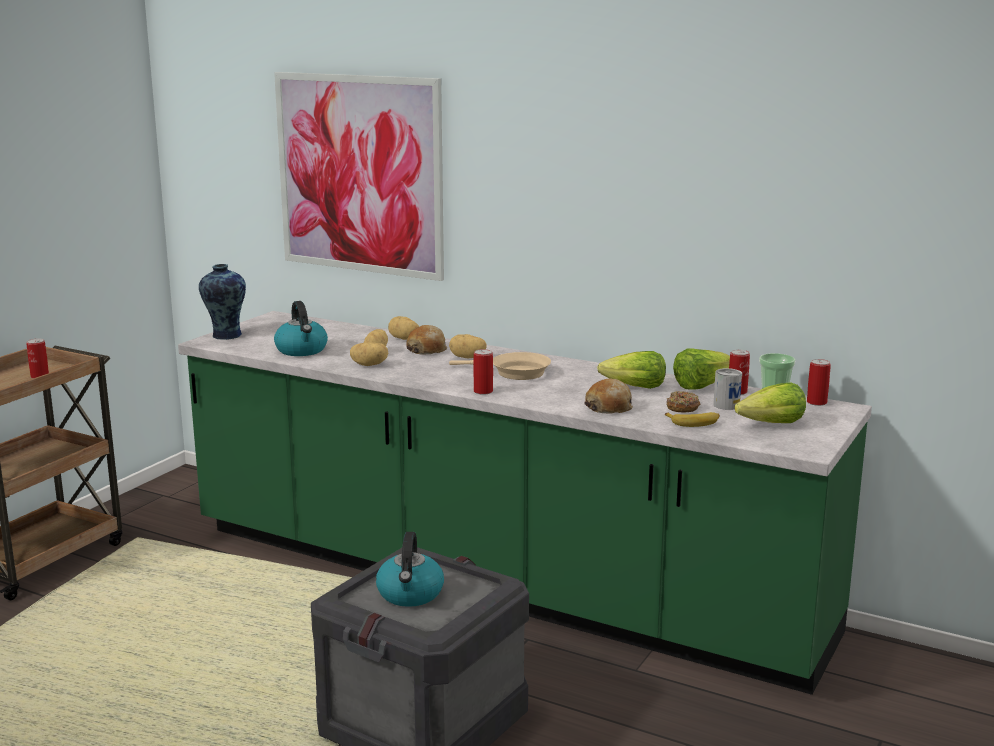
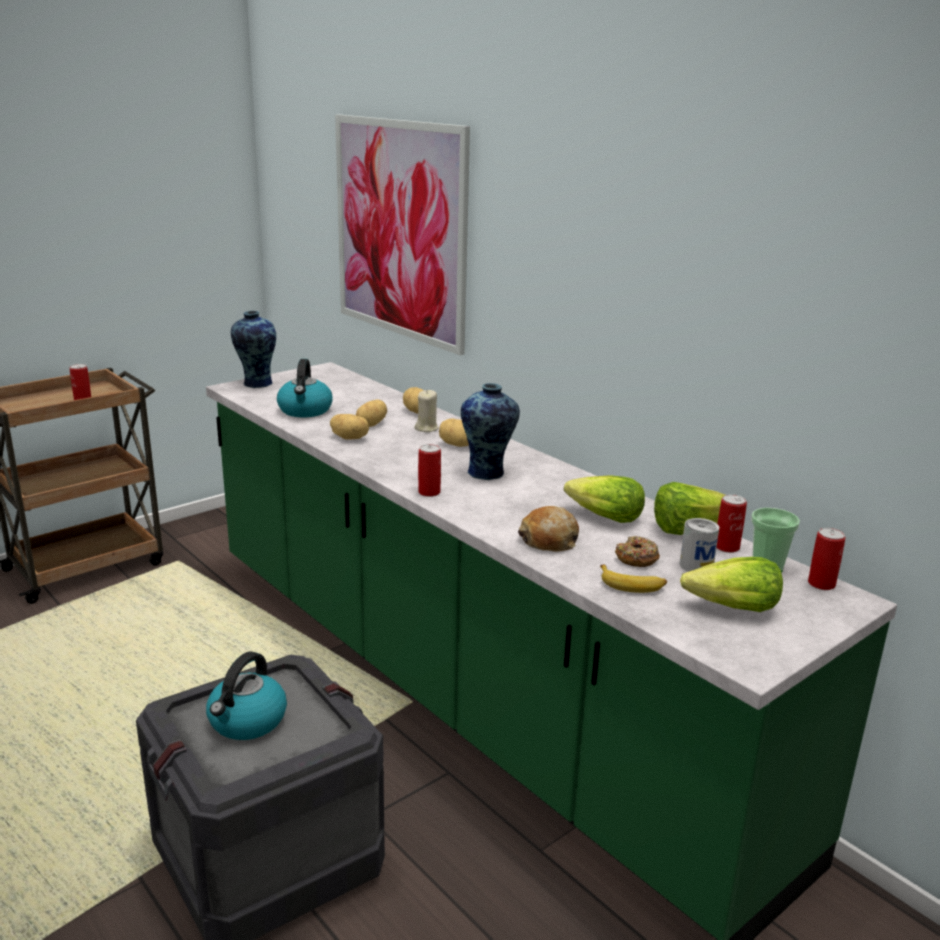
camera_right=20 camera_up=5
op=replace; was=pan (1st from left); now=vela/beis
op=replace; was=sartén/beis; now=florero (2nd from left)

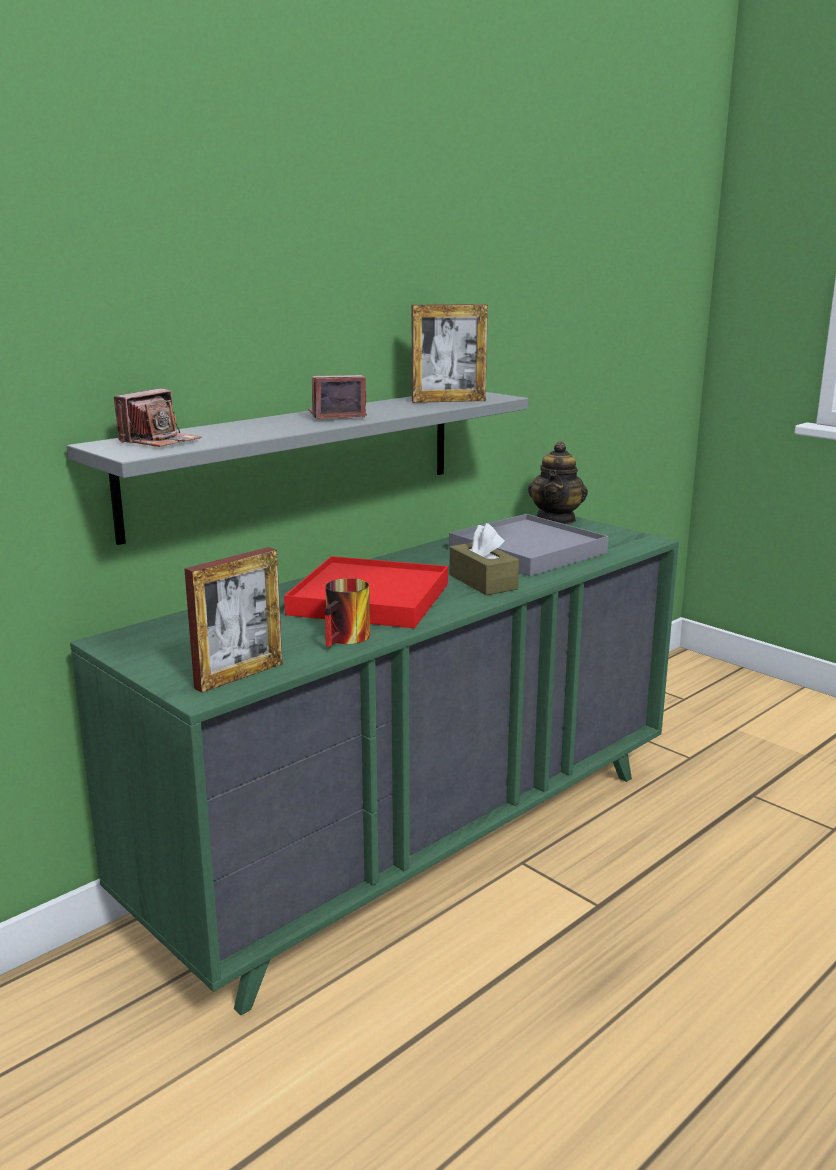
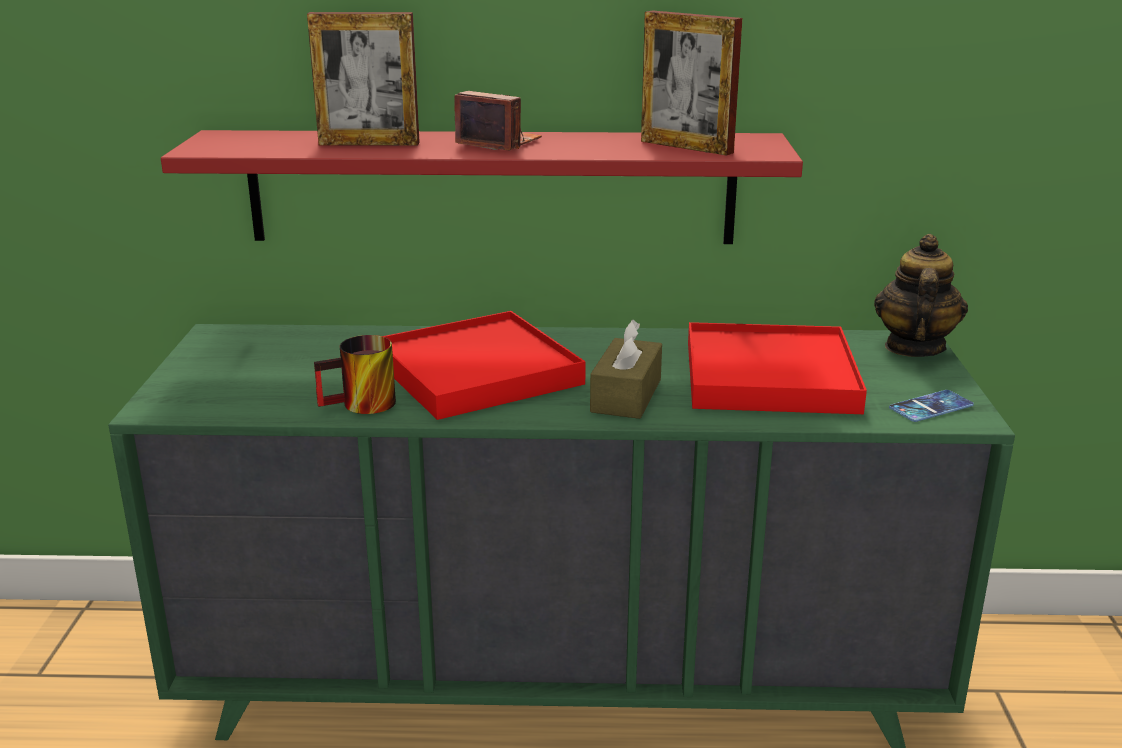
camera_right=45 camera_up=5
op=recolor; was=estante/gris; now=estante/rojo
op=delete; was=cámara (1st from left)
op=move; was=portarretratos (1st from left)
op=recolor; was=bandeja/gris; now=bandeja/rojo (2nd from left)
op=rotate; was=tetera; clockwise=135
op=insert; now=móvil

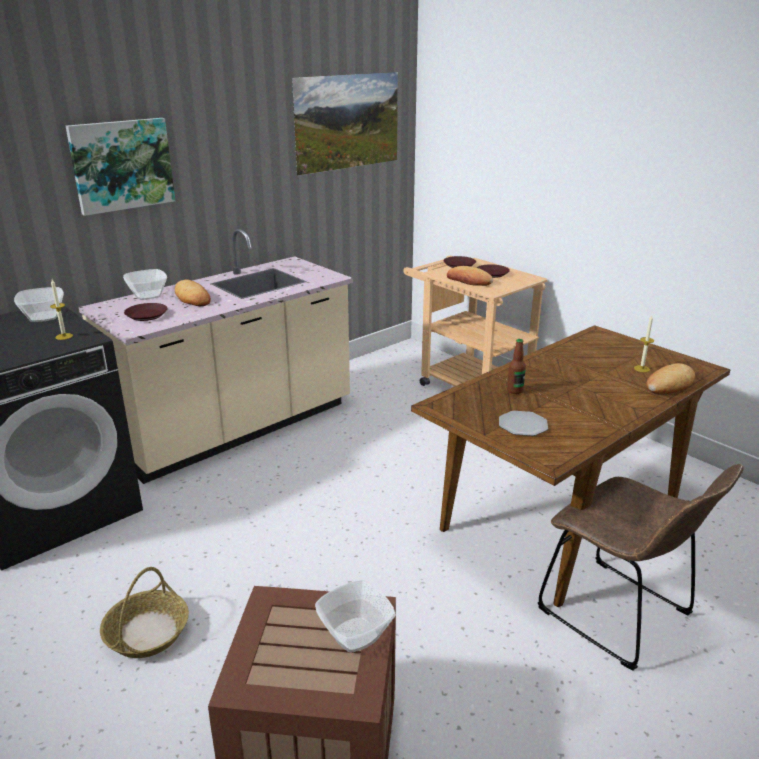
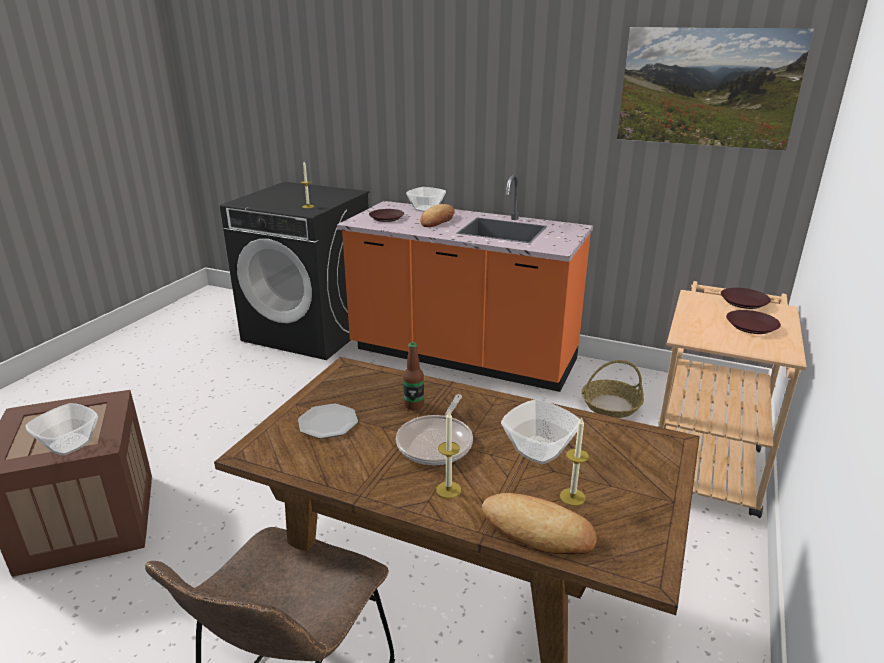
camera_right=65 camera_up=0
op=move; was=cuenco (1st from left in the first image); now=cuenco (3rd from left)
op=delete; was=cuadro (1st from left)
op=recolor; was=mueble bajo de cocina/beis; now=mueble bajo de cocina/naranja
op=move; was=cesta
op=delete; was=pan (2nd from left)
op=insert; now=sartén
op=insert; now=vela (2nd from left)

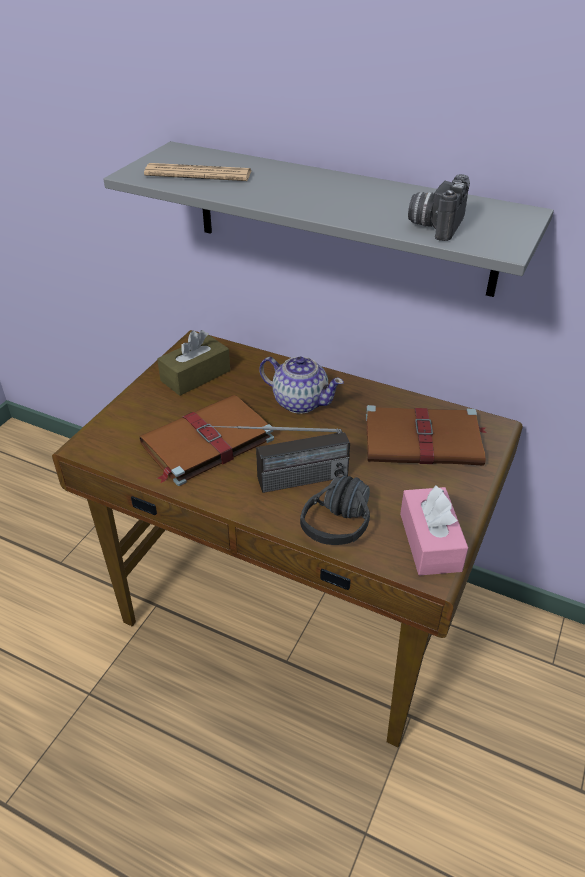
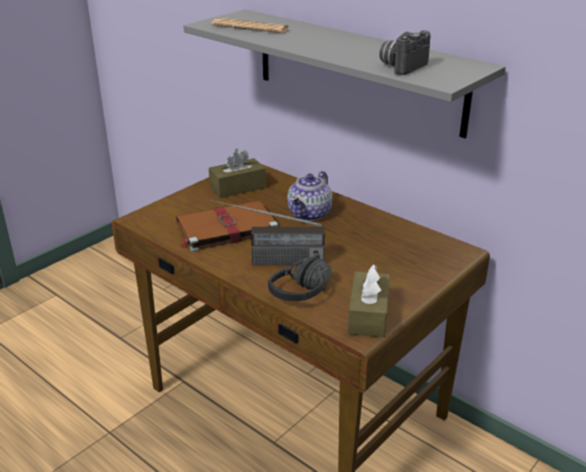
camera_right=15 camera_up=-10
op=rotate; was=tetera; clockwise=75
op=delete; was=libro/marrón (2nd from left)
op=recolor; was=caja de pañuelos/rosa; now=caja de pañuelos/marrón (2nd from left)

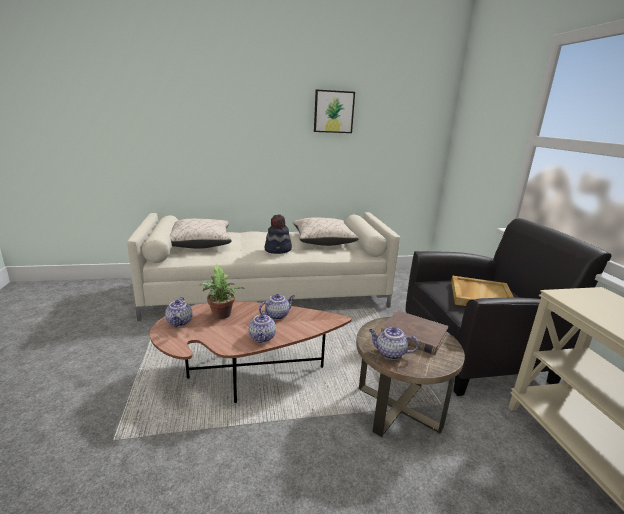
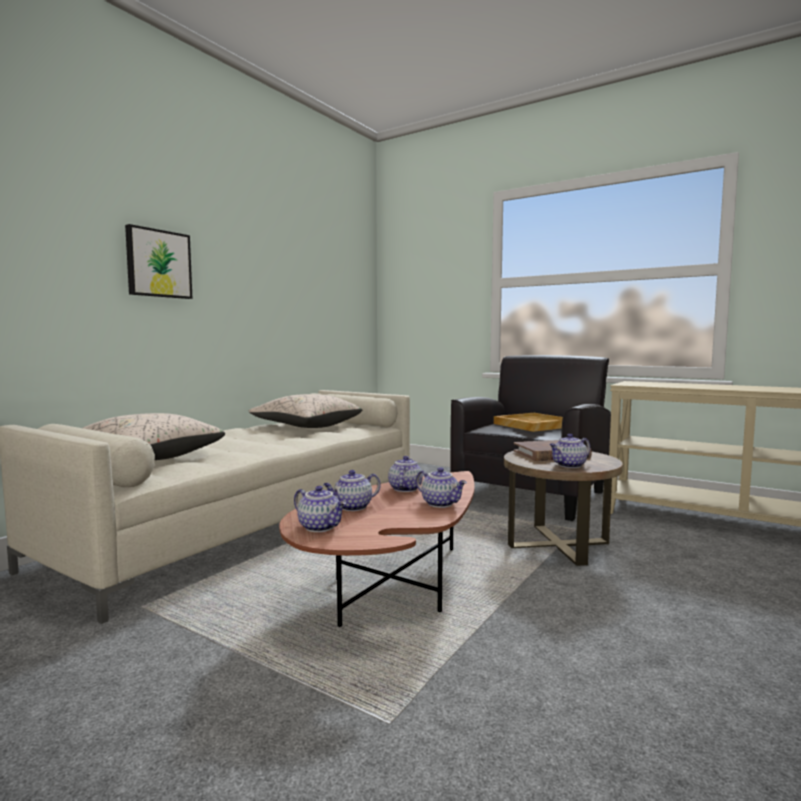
camera_right=-45 camera_up=-15
op=replace; was=planta en maceta; now=tetera (2nd from left)
op=delete; was=sombrero
op=move; was=cuadro

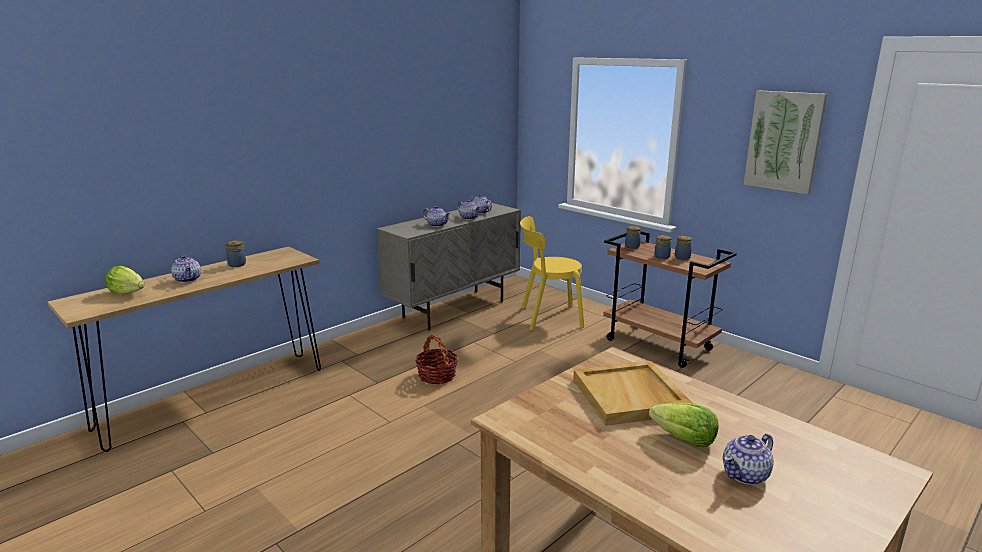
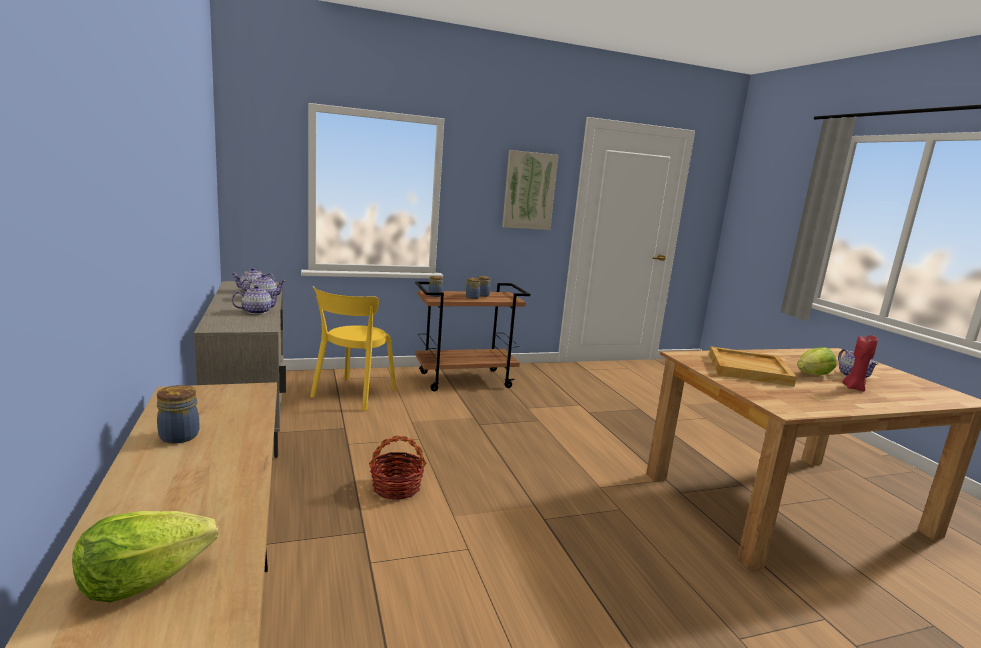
camera_right=-65 camera_up=-5
op=delete; was=tetera (1st from left)
op=insert; now=vela/rojo

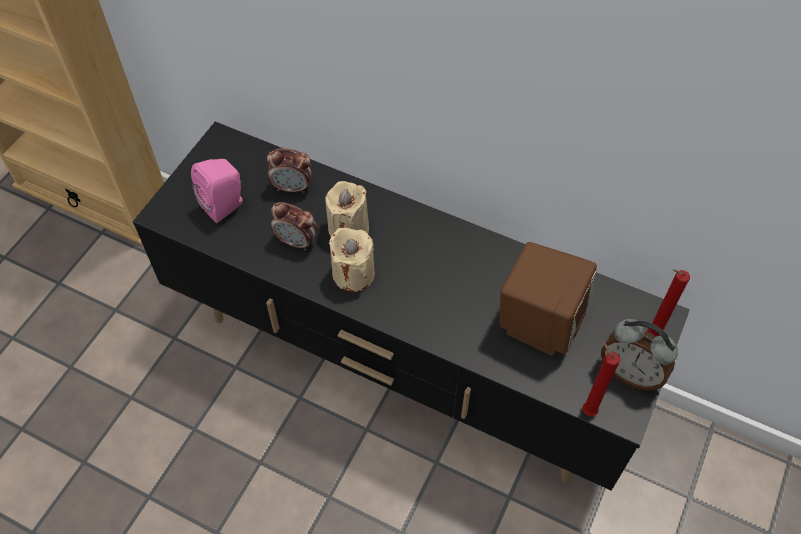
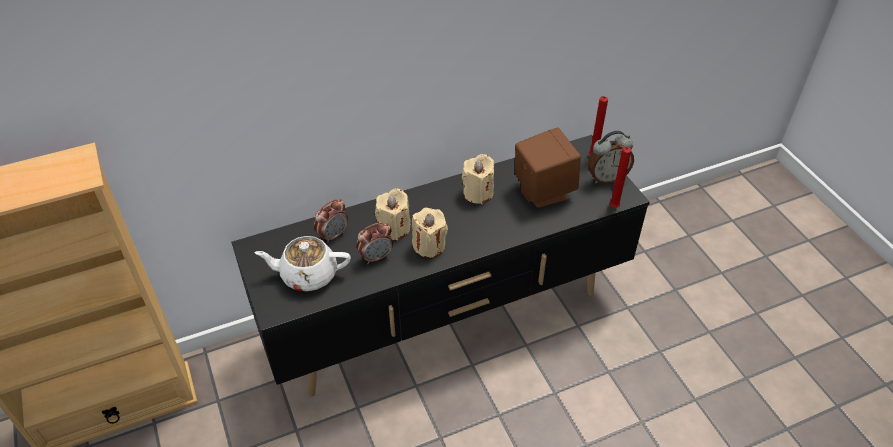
camera_right=-50 camera_up=-10
op=replace; was=altavoz/rosa; now=tetera/blanco
op=insert; now=vela/beis (3rd from left)

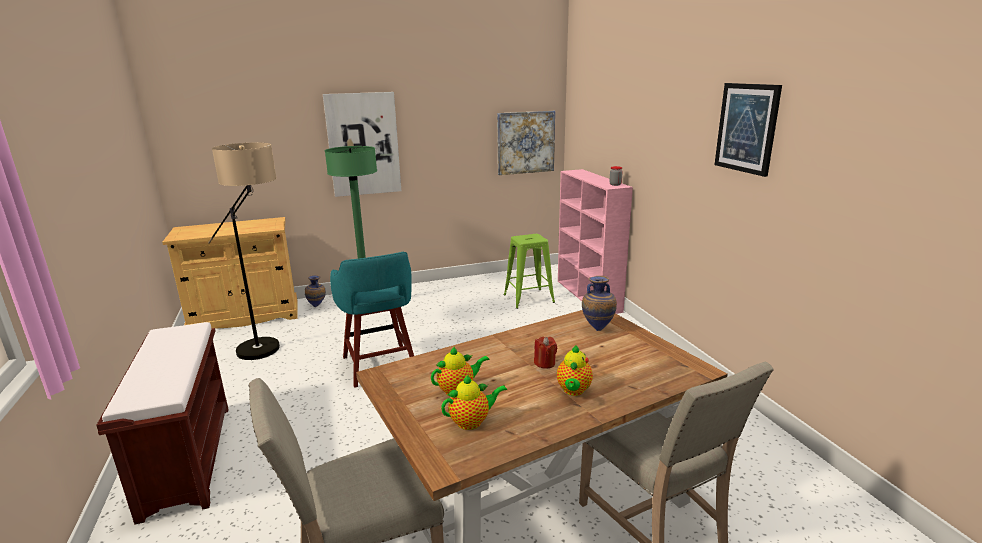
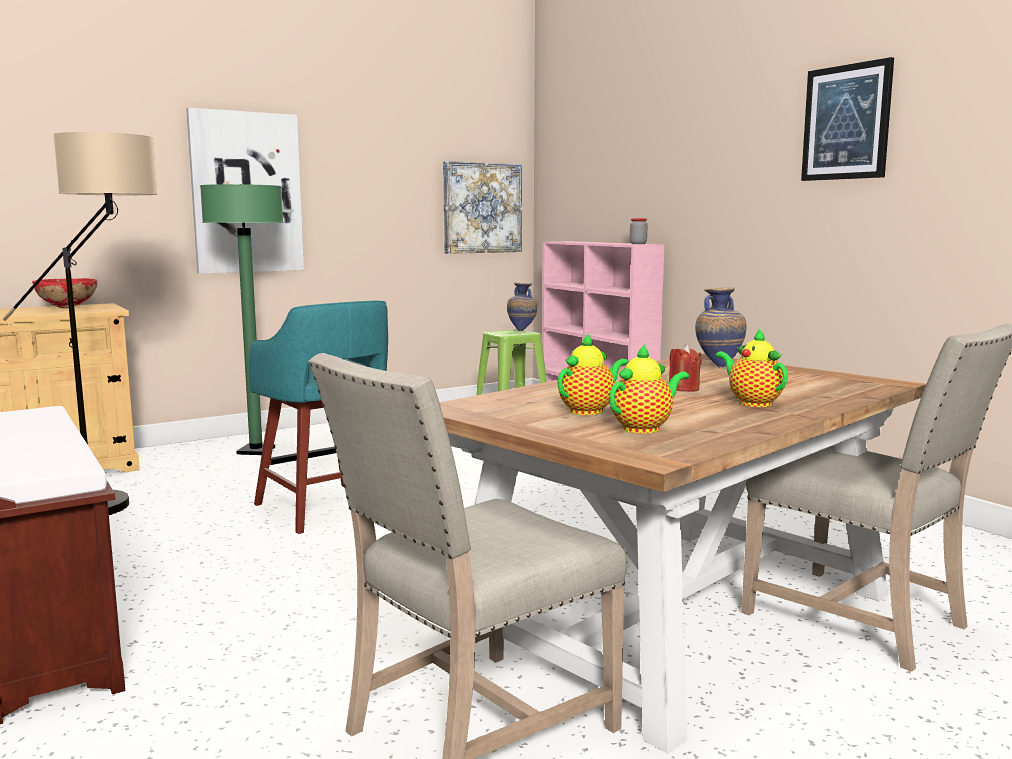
camera_right=-15 camera_up=-10
op=move; was=florero (1st from left)
op=rotate; was=tetera (3rd from left); clockwise=150
op=insert; now=cuenco/rojo

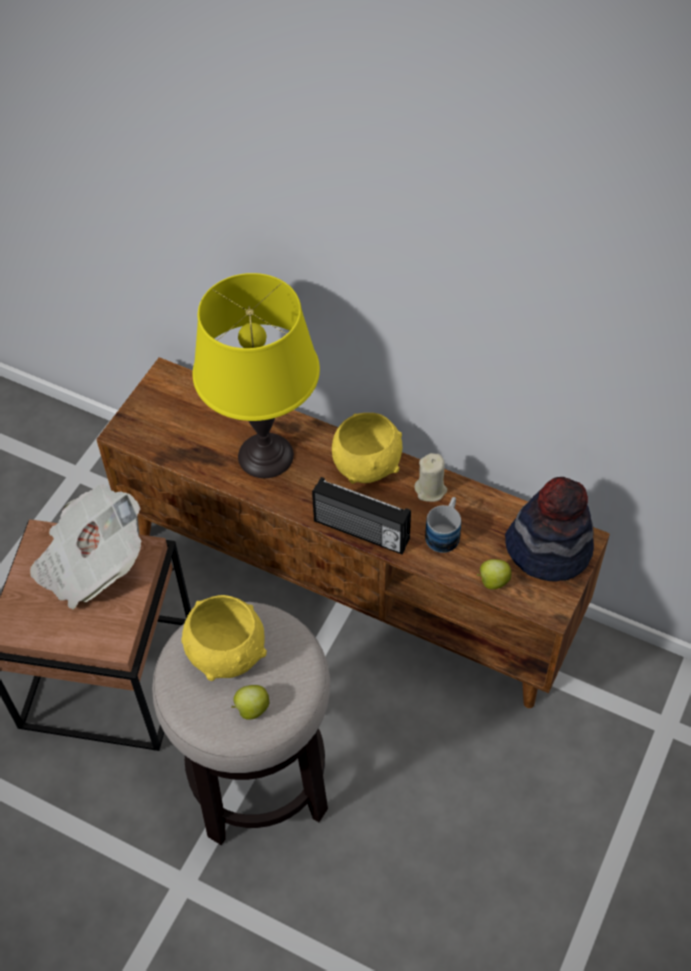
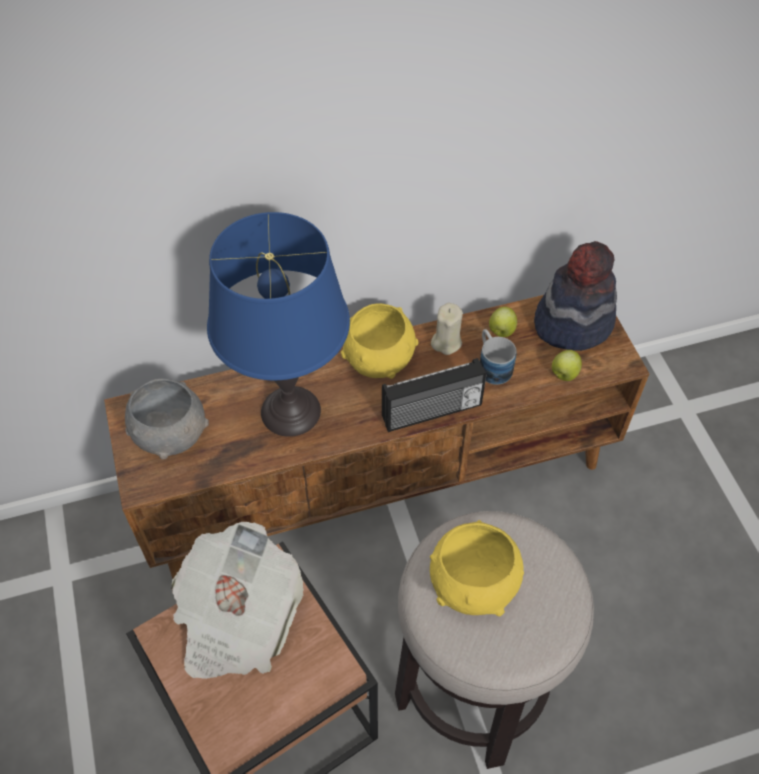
camera_right=-45 camera_up=0
op=recolor; was=lámpara de mesa/amarillo; now=lámpara de mesa/azul
op=move; was=manzana (1st from left)
op=insert; now=cuenco/gris

